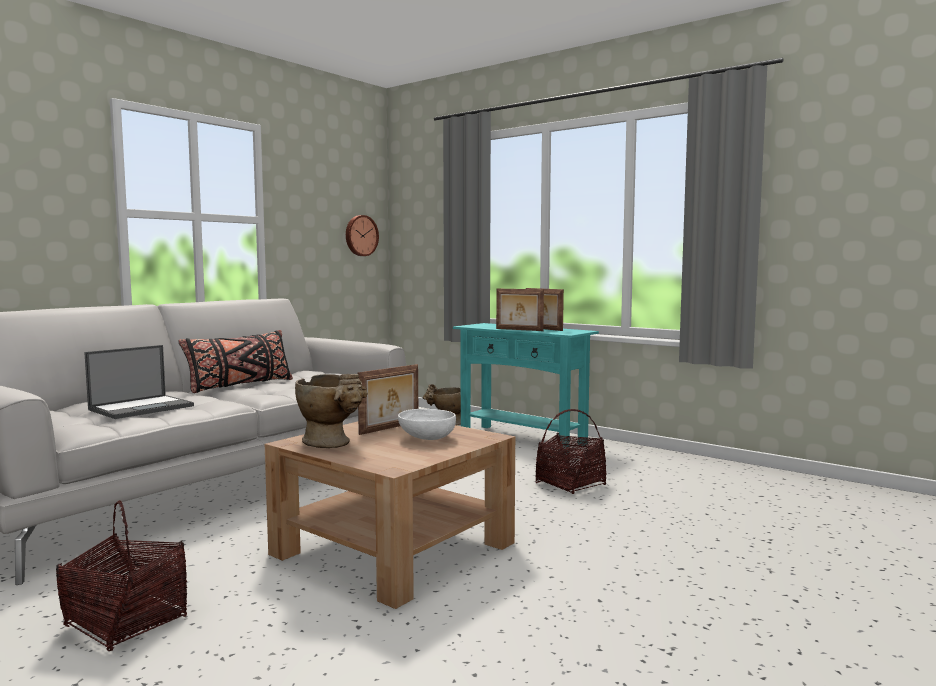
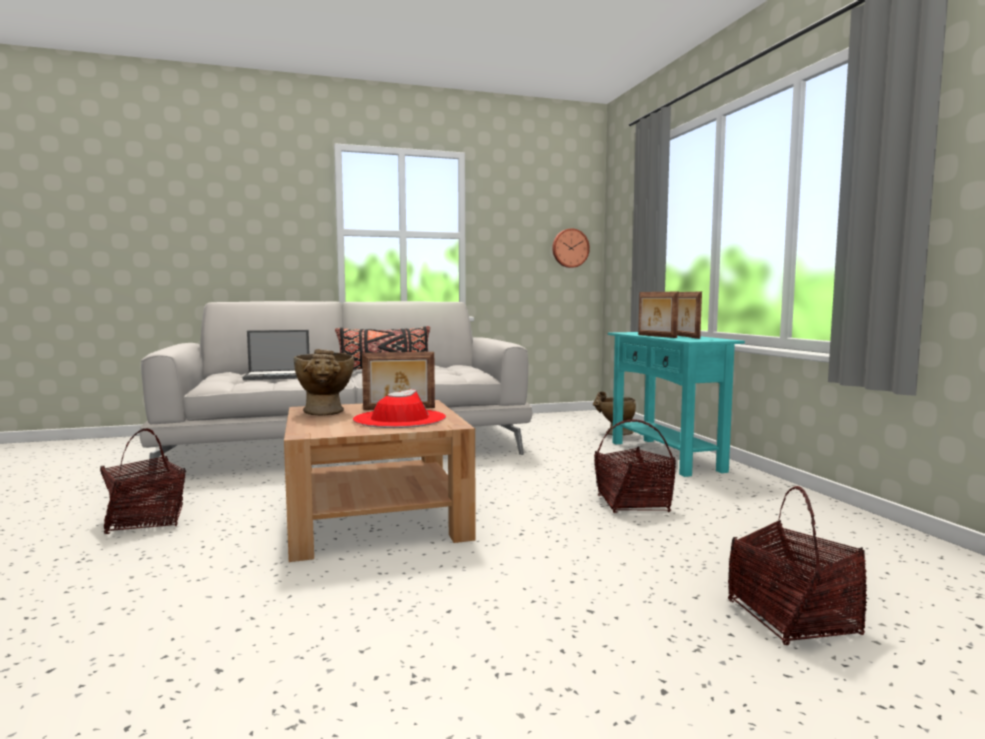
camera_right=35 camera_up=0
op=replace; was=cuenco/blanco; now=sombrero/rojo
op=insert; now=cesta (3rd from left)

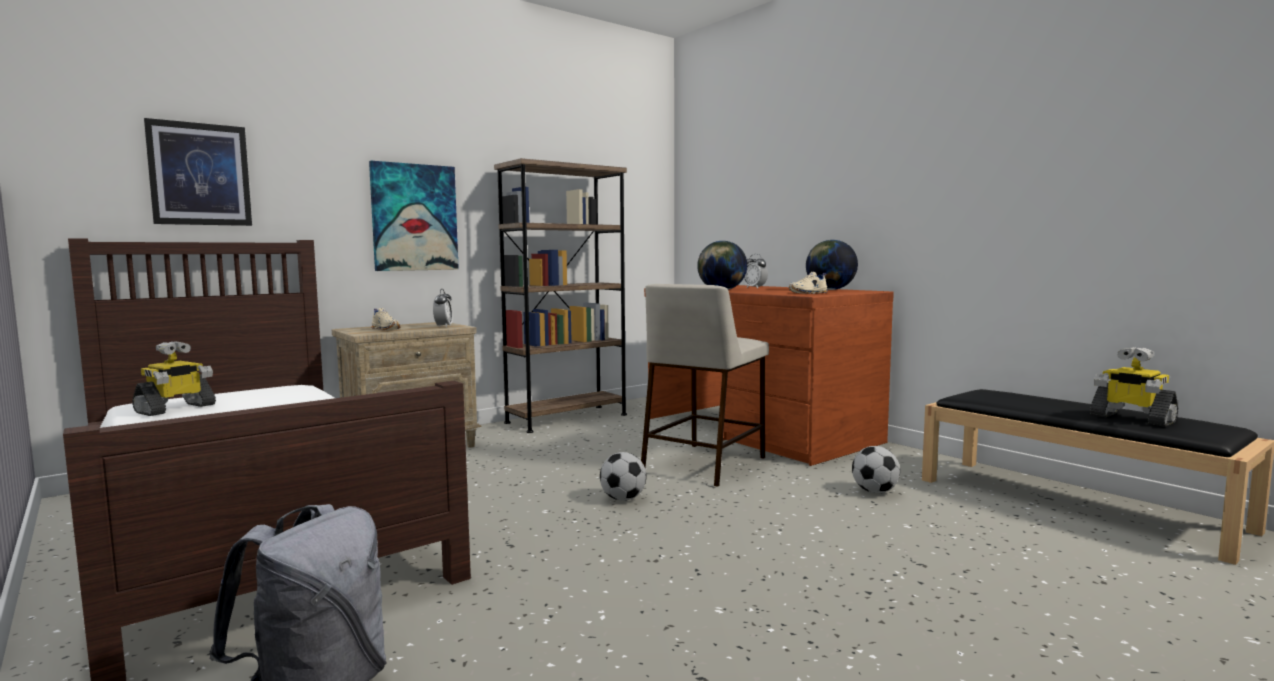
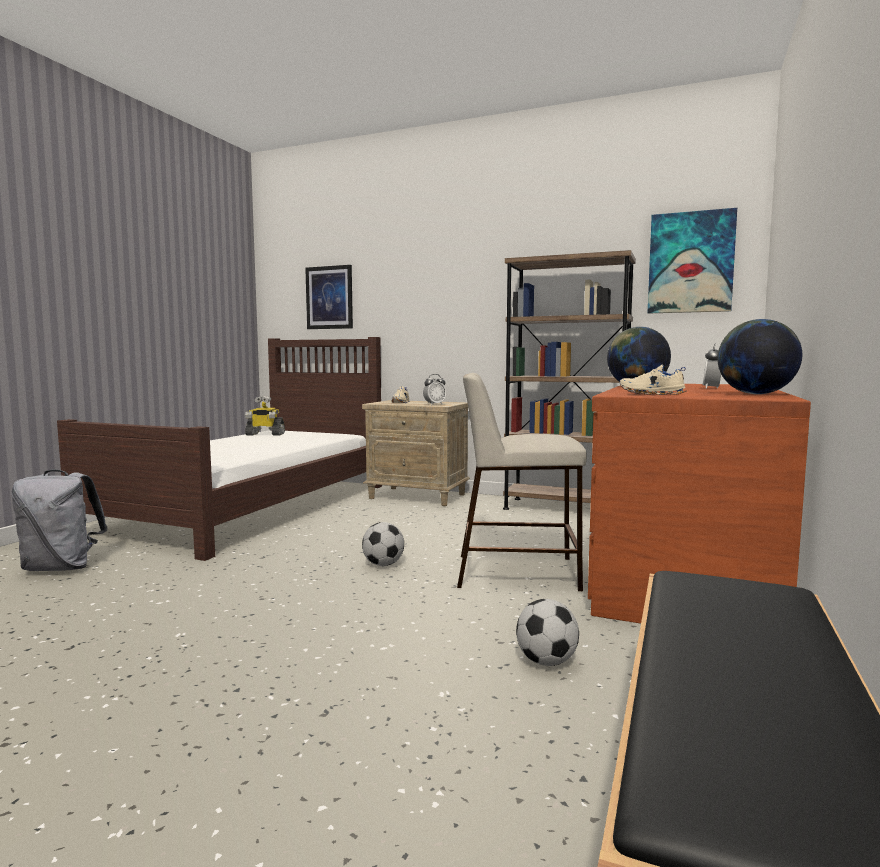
camera_right=60 camera_up=0
op=move; was=cuadro (2nd from left)
op=delete; was=robot de juguete (2nd from left)

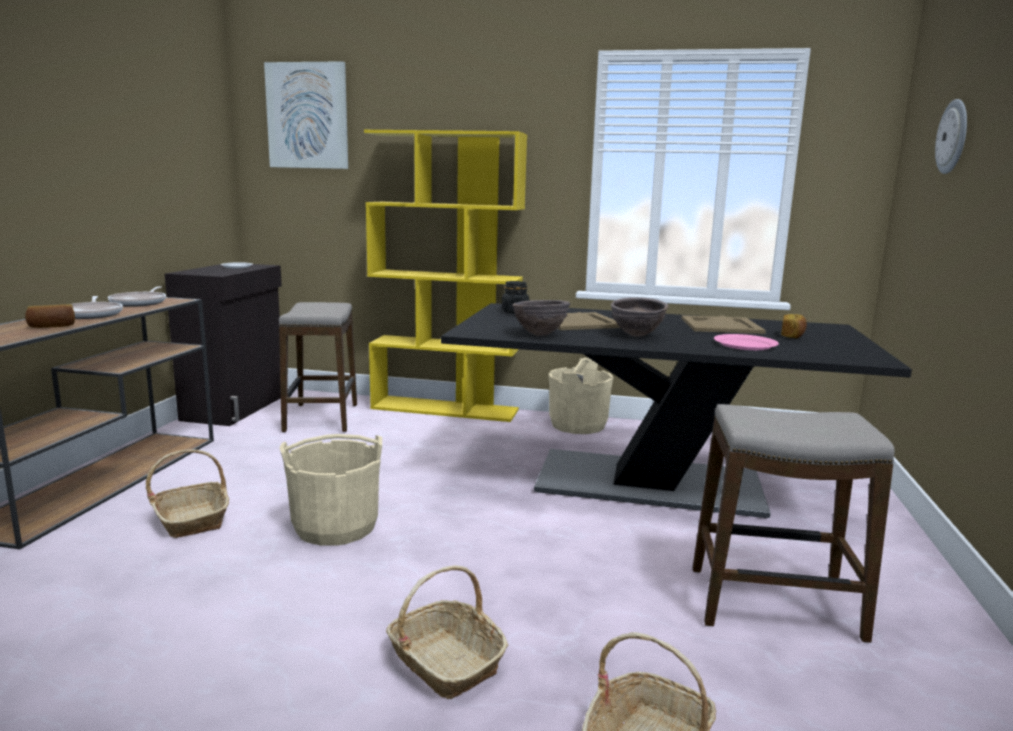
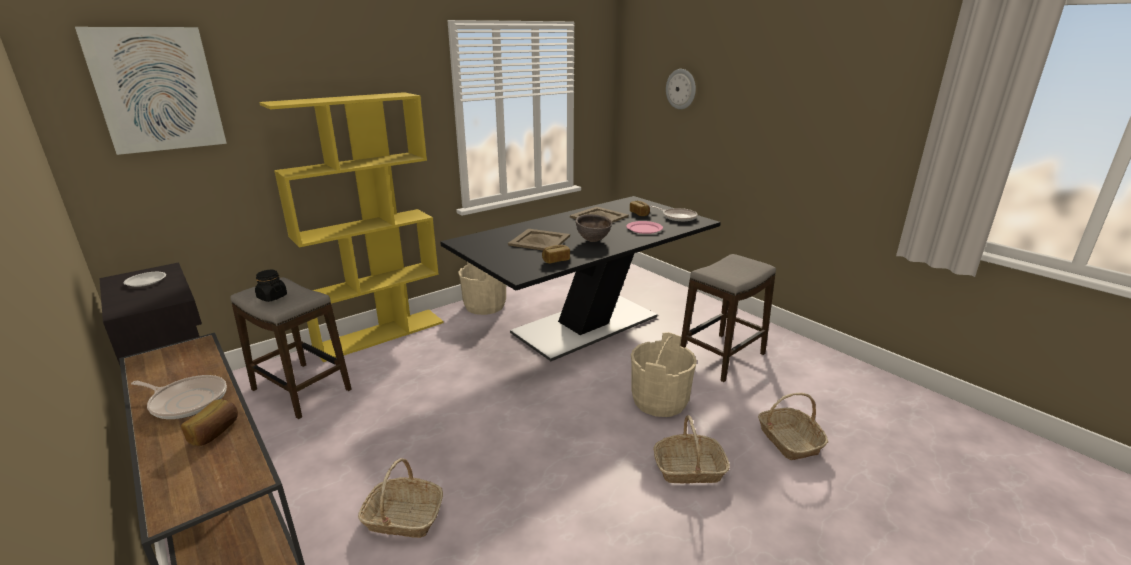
camera_right=-50 camera_up=10
op=move; was=sartén (2nd from left)
op=move; was=cubo/beis (1st from left in the first image); now=cubo/beis (2nd from left)
op=move; was=tarro/negro
op=replace; was=cuenco/marrón (1st from left); now=pan (2nd from left)

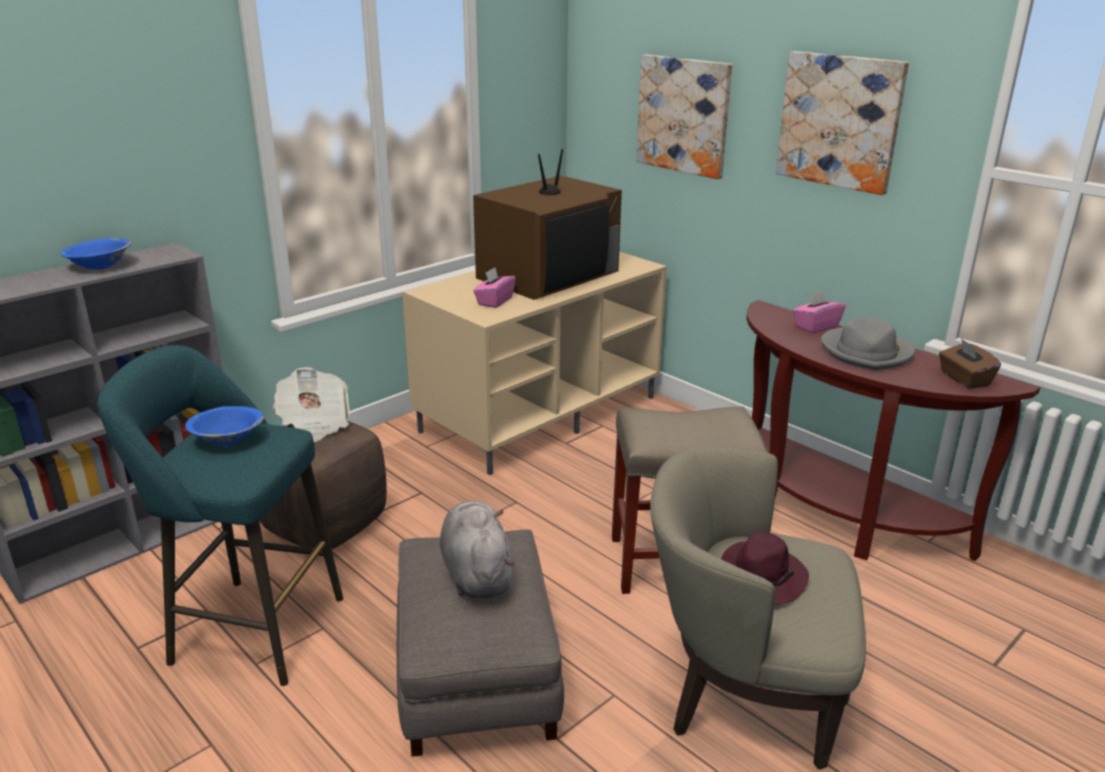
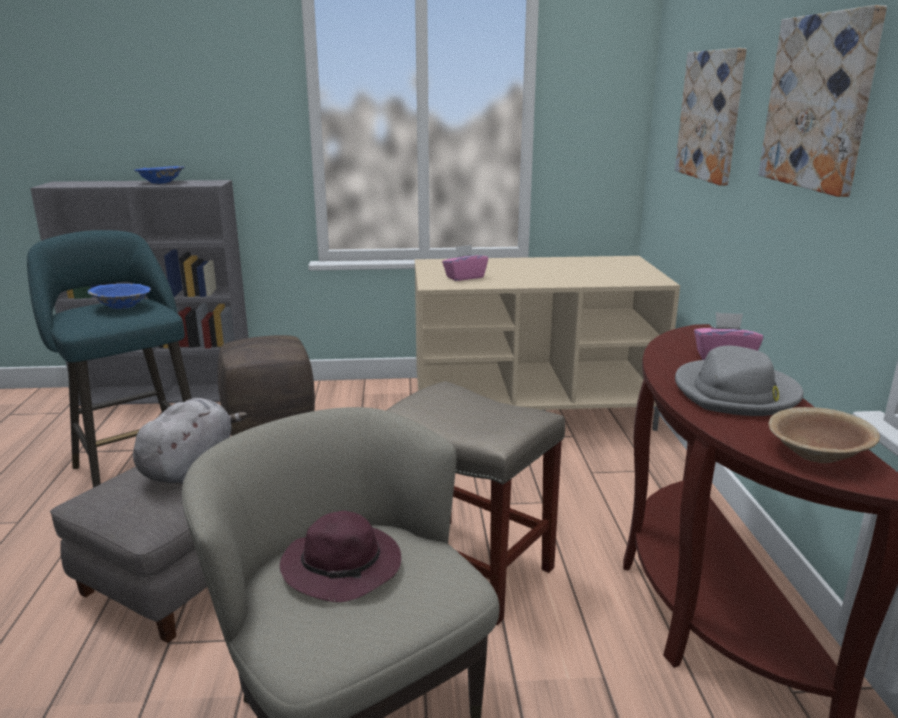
camera_right=40 camera_up=-5
op=delete; was=periódico
op=delete; was=televisor
op=replace; was=caja de pañuelos/marrón; now=cuenco/marrón

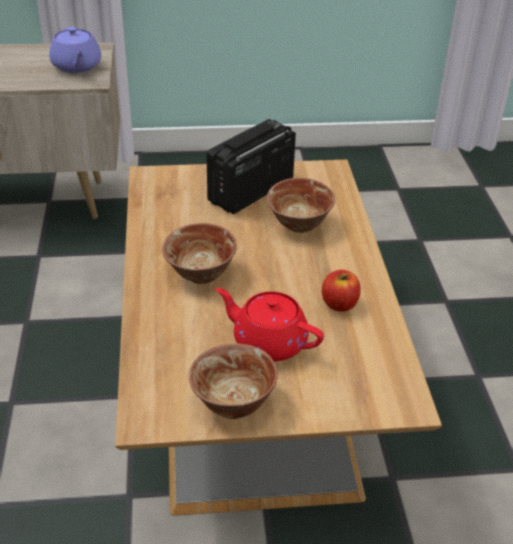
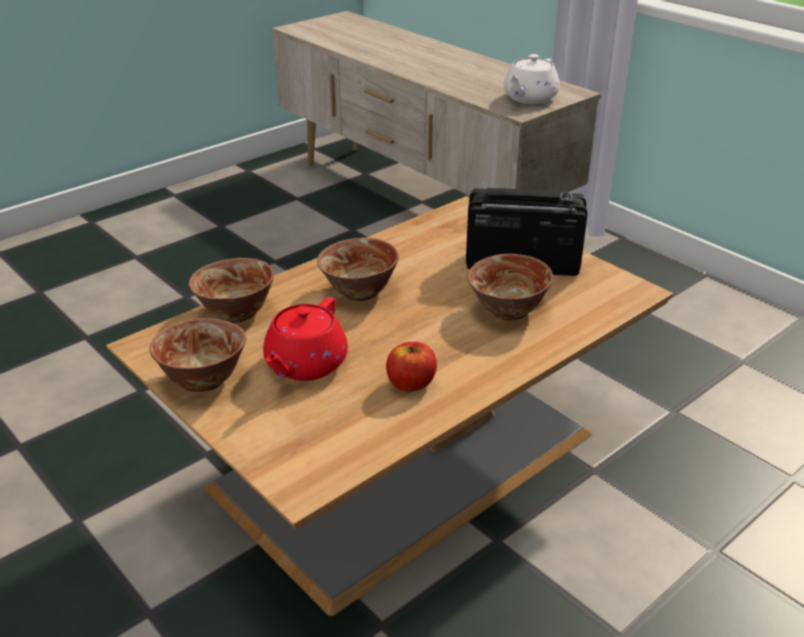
camera_right=55 camera_up=-5
op=recolor; was=tetera/morado; now=tetera/blanco
op=rotate; was=tetera/rojo; clockwise=-150
op=insert; now=cuenco (2nd from left)

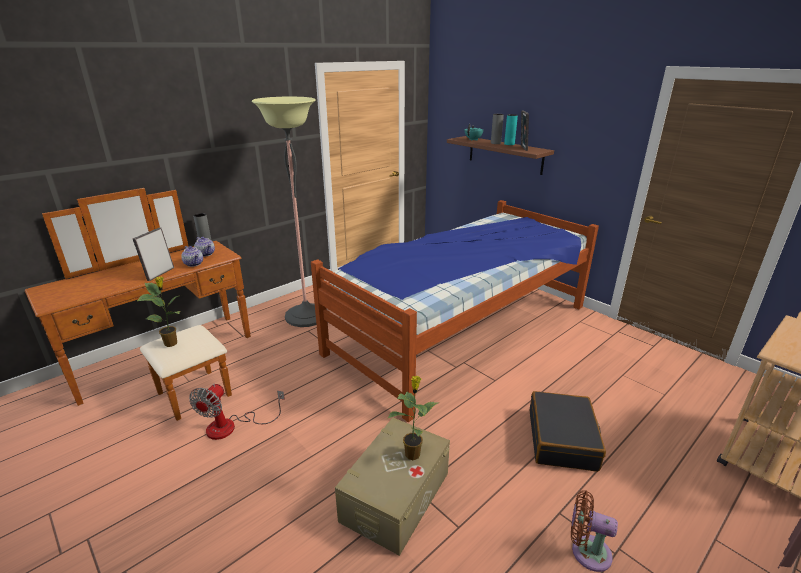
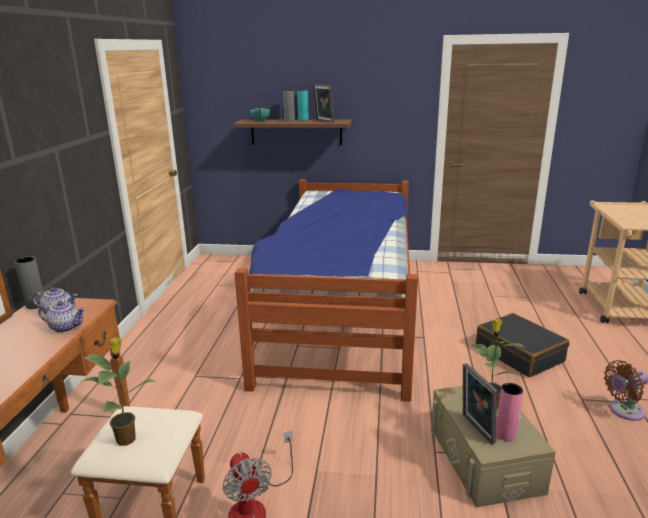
camera_right=-40 camera_up=-5
op=move; was=portarretratos (1st from left in the first image); now=portarretratos (2nd from left)
op=delete; was=lámpara de pie
op=insert; now=florero/rosa

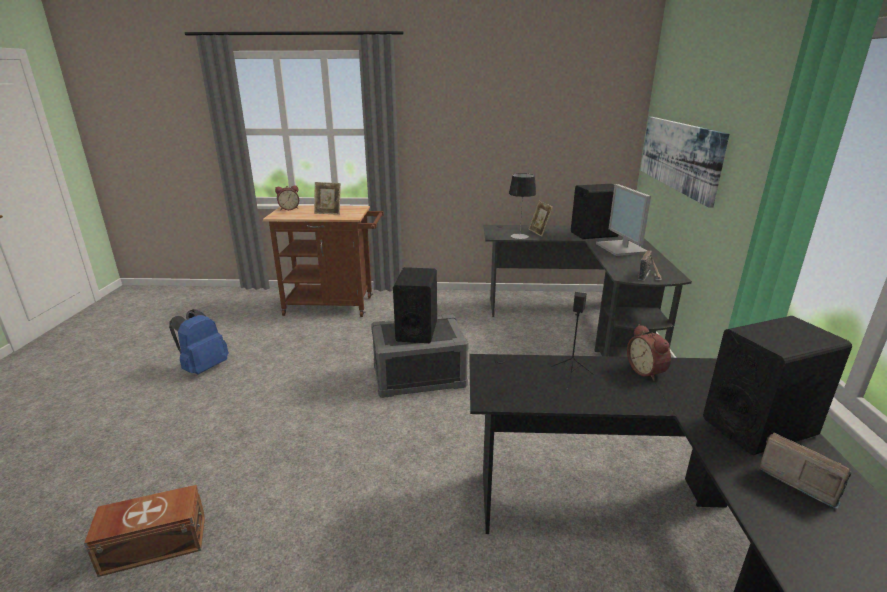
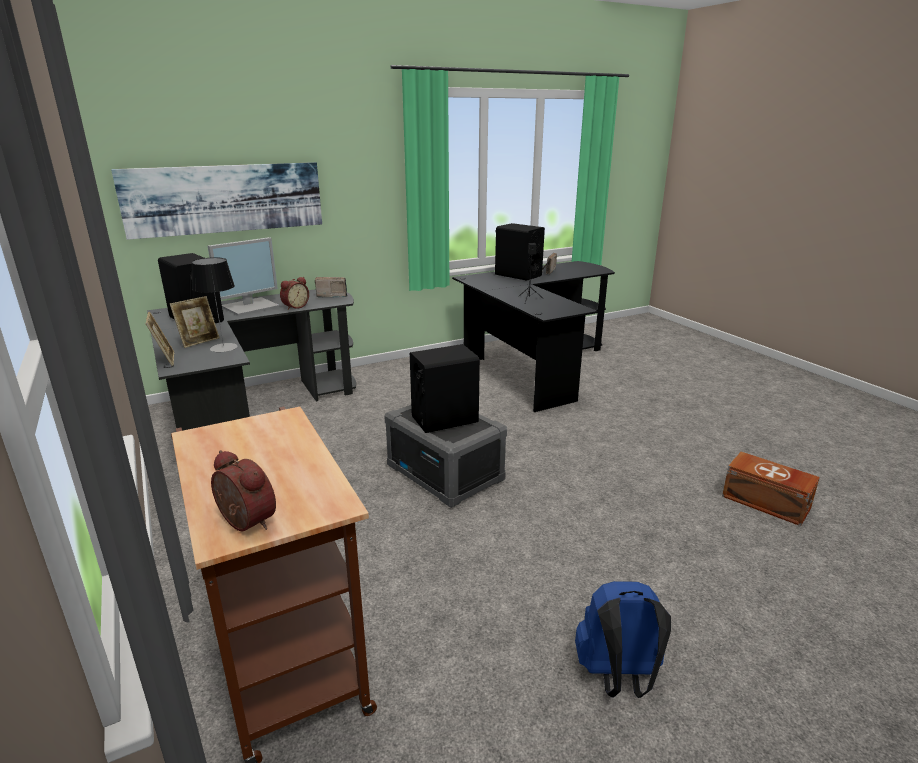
camera_right=-120 camera_up=0
op=move; was=portarretratos (1st from left)
op=move; was=despertador (2nd from left)

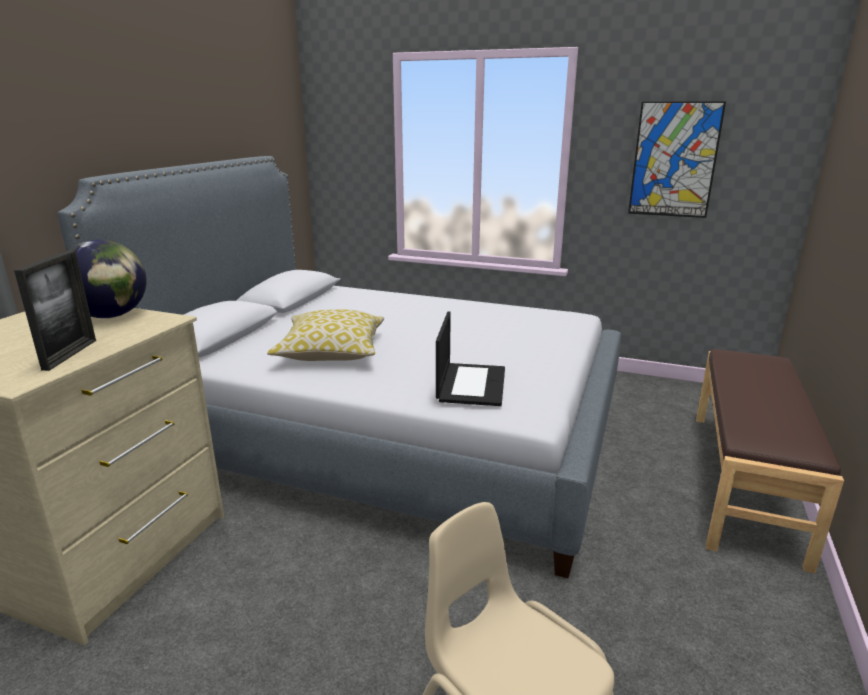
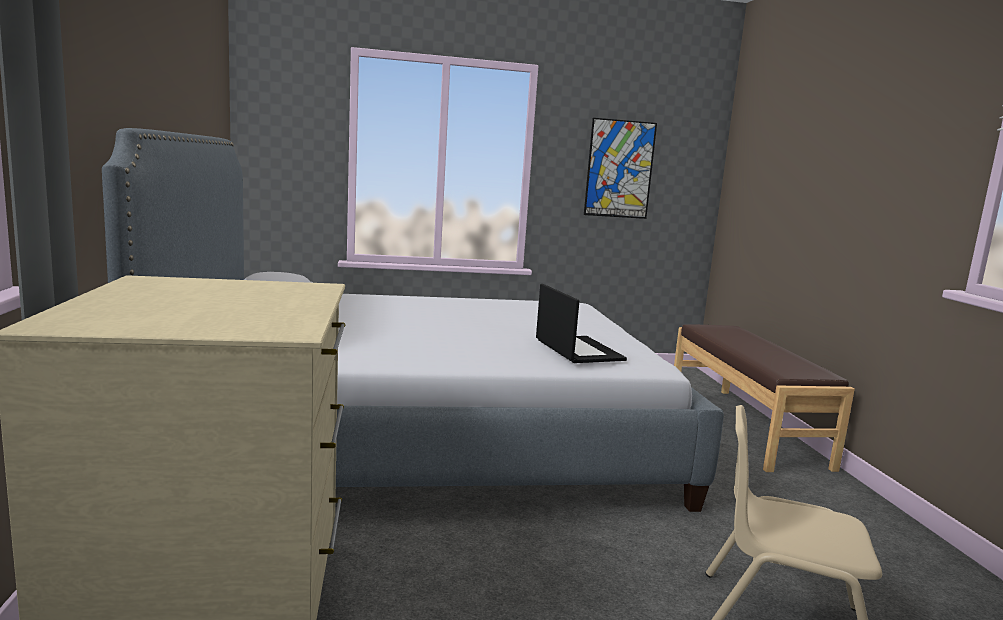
camera_right=-30 camera_up=-10
op=delete; was=portarretratos
op=delete; was=globo terráqueo
op=delete; was=cojín

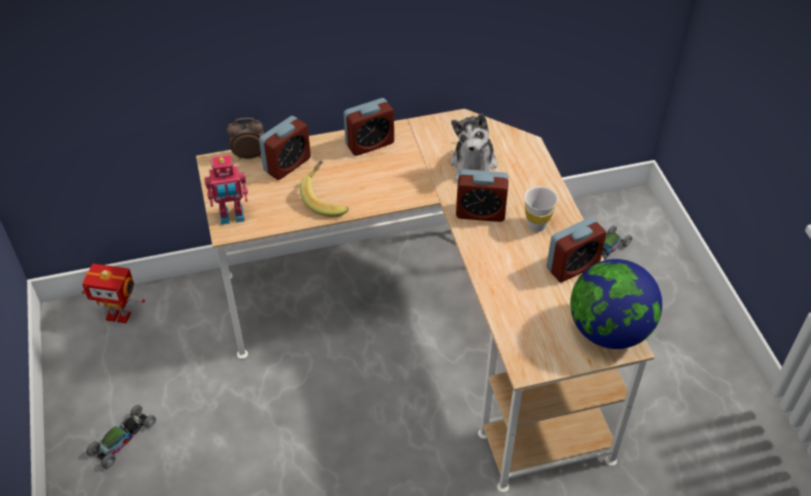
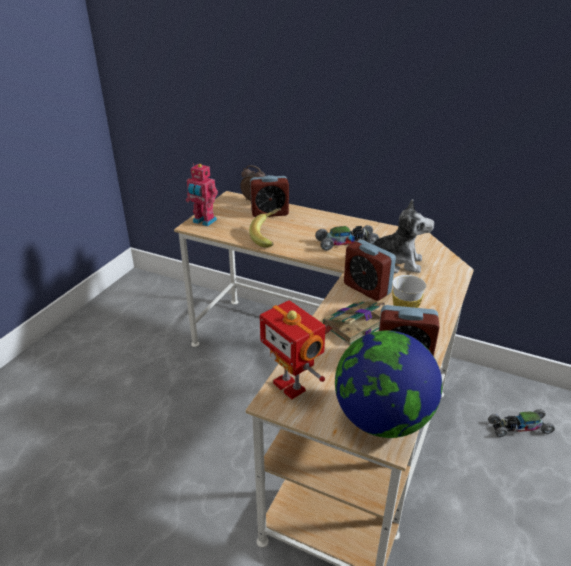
camera_right=40 camera_up=-15
op=move; was=robot de juguete (1st from left in the first image); now=robot de juguete (2nd from left)
op=move; was=coche de juguete (1st from left)
op=delete; was=despertador (3rd from left)
op=rotate; was=peluche; clockwise=-120
op=insert; now=libro

